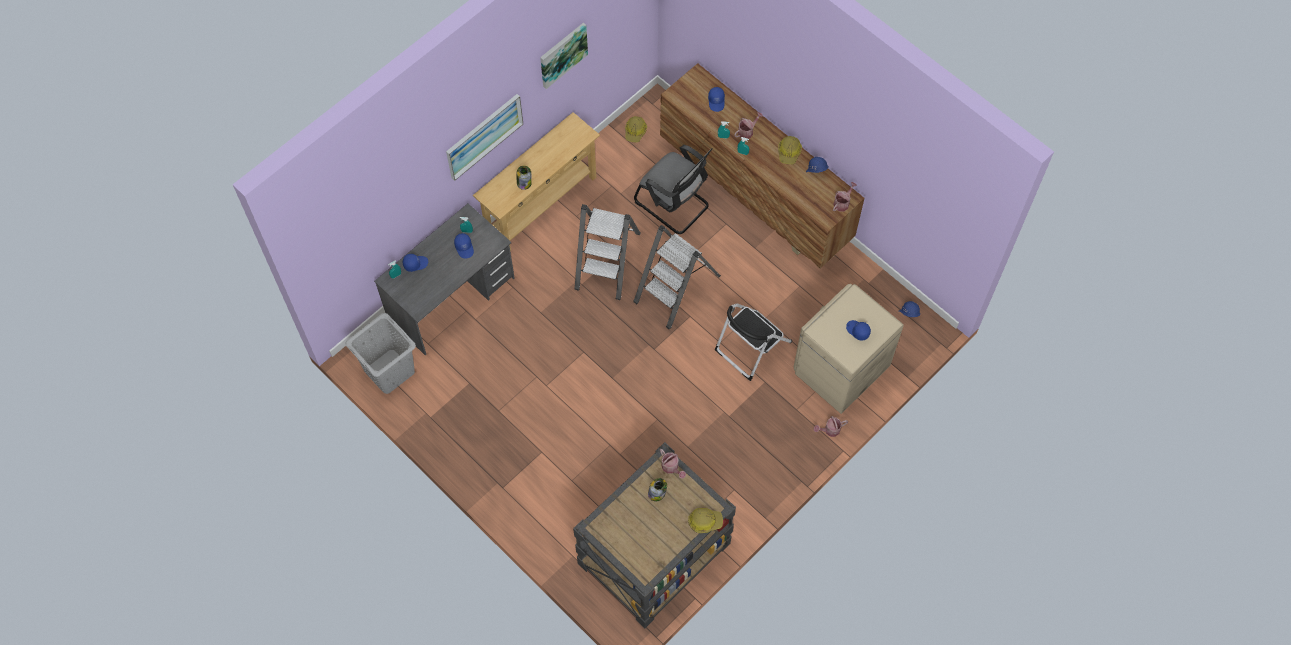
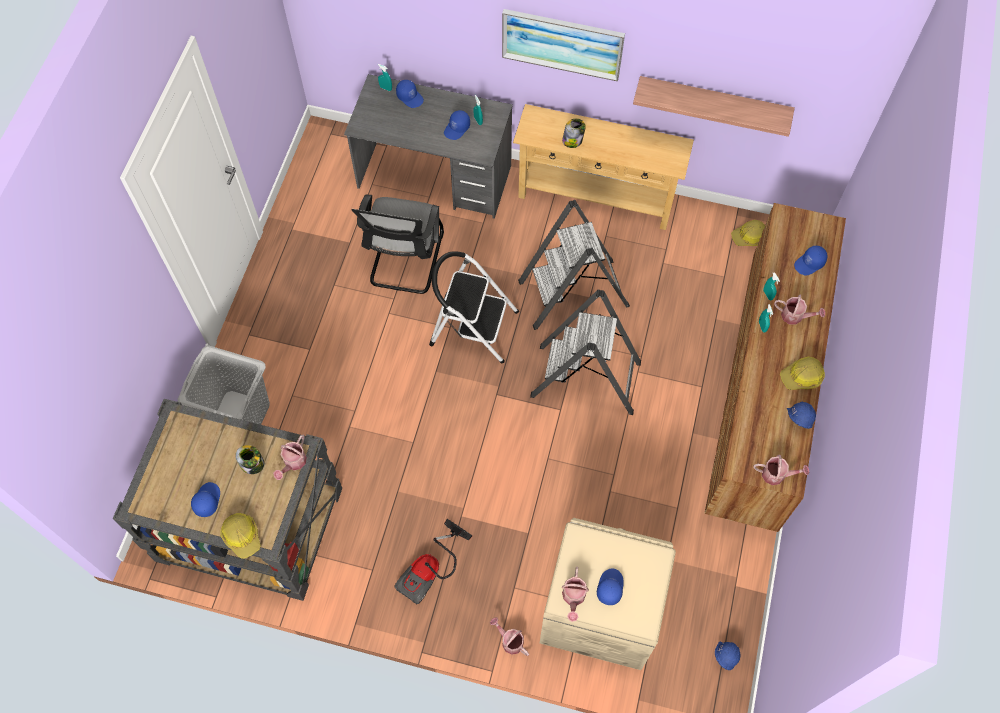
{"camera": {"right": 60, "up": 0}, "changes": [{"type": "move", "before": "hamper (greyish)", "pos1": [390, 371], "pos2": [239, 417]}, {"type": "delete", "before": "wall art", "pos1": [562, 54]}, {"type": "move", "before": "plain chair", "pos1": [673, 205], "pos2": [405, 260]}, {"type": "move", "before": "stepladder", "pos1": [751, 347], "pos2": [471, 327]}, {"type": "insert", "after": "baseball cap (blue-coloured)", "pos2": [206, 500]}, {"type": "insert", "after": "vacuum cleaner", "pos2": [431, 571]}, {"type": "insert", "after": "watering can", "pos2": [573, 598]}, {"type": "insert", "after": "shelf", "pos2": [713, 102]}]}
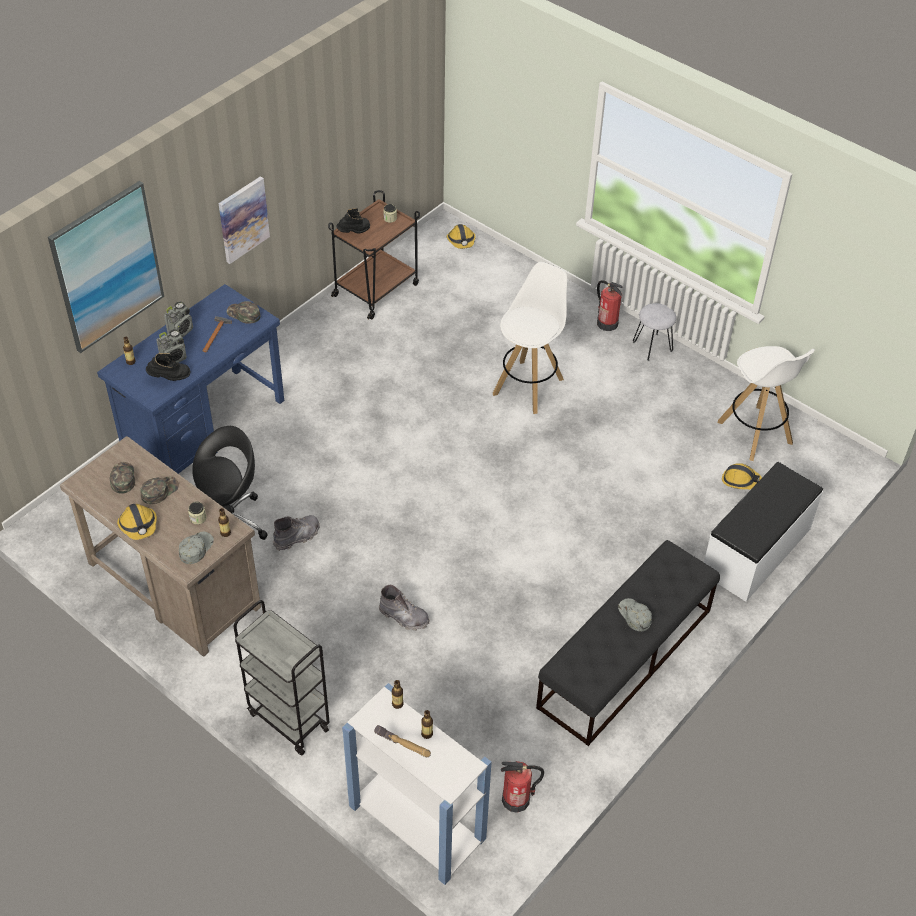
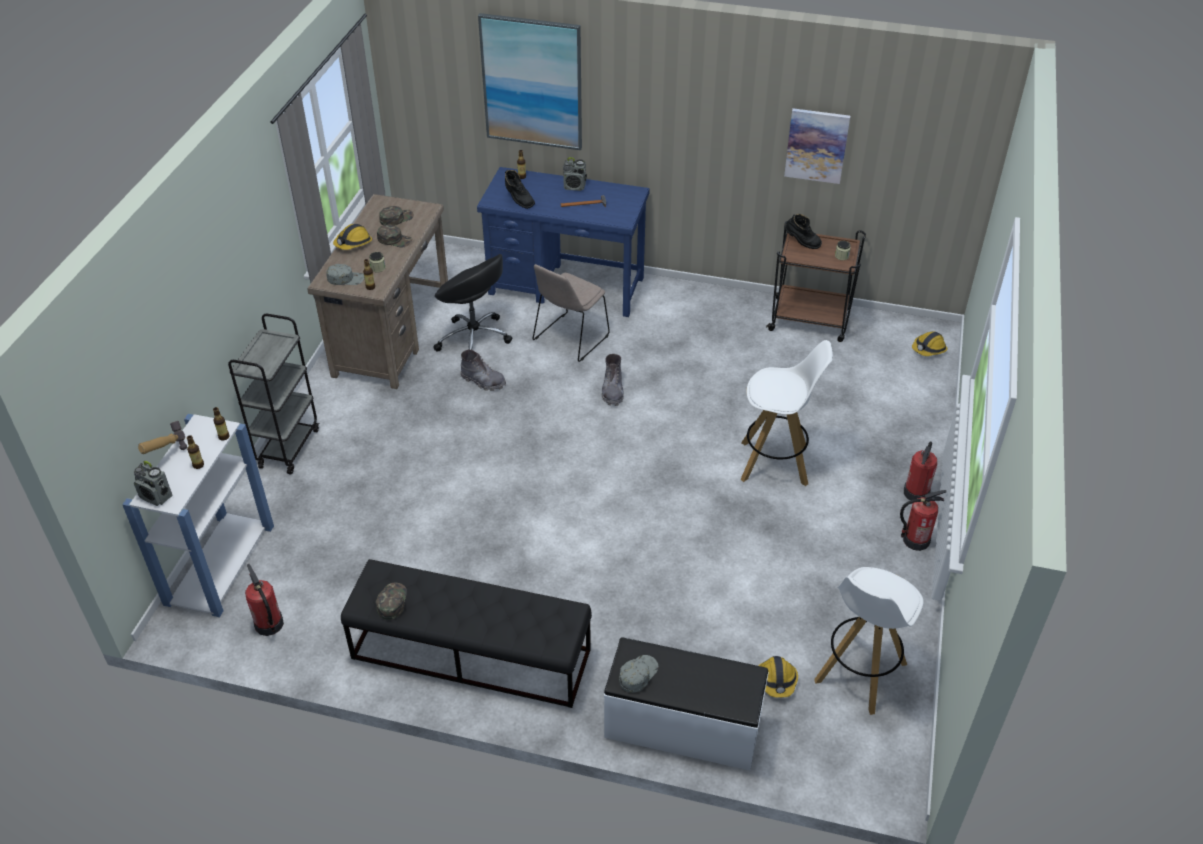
{"camera": {"right": 65, "up": -5}, "changes": [{"type": "move", "before": "radio receiver", "pos1": [174, 358], "pos2": [156, 497]}, {"type": "move", "before": "wall art", "pos1": [243, 219], "pos2": [816, 145]}, {"type": "move", "before": "baseball cap (green-coloured)", "pos1": [243, 314], "pos2": [391, 602]}, {"type": "move", "before": "boot (greyish)", "pos1": [404, 617], "pos2": [612, 391]}, {"type": "move", "before": "baseball cap (greyish)", "pos1": [634, 615], "pos2": [638, 674]}, {"type": "replace", "before": "stool seat (greyish)", "after": "fire-fighting cylinder", "pos1": [652, 346], "pos2": [915, 540]}, {"type": "insert", "after": "plain chair (beige-coloured)", "pos2": [569, 339]}]}
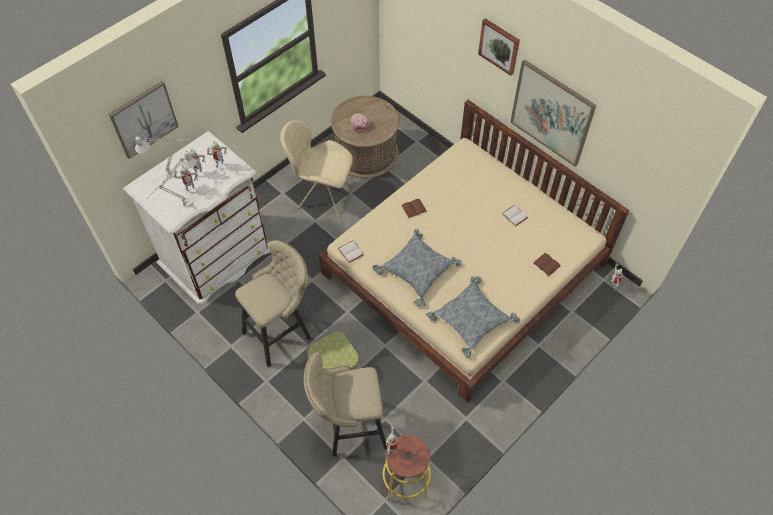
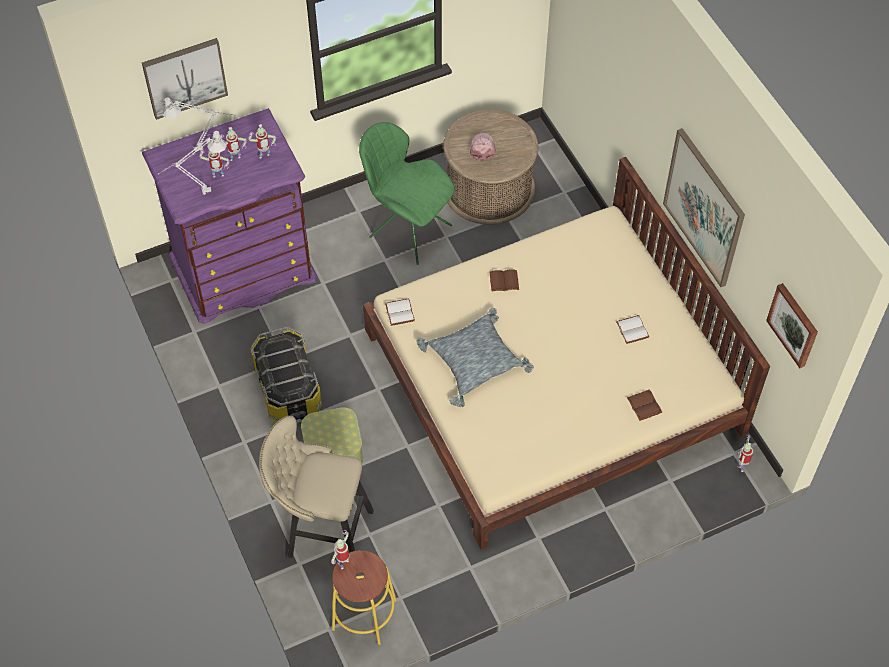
{"camera": {"right": 20, "up": 0}, "changes": [{"type": "recolor", "before": "dresser (whitish)", "after": "dresser (purple-coloured)", "pos1": [216, 255], "pos2": [244, 267]}, {"type": "replace", "before": "stool seat (beige-coloured)", "after": "storage bin", "pos1": [283, 331], "pos2": [288, 388]}, {"type": "recolor", "before": "plain chair (beige-coloured)", "after": "plain chair (green-coloured)", "pos1": [322, 195], "pos2": [408, 229]}, {"type": "delete", "before": "cushion", "pos1": [472, 318]}, {"type": "move", "before": "wall art", "pos1": [499, 46], "pos2": [794, 325]}]}
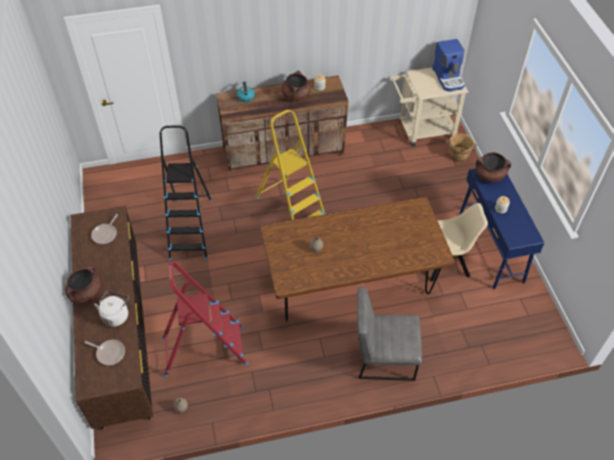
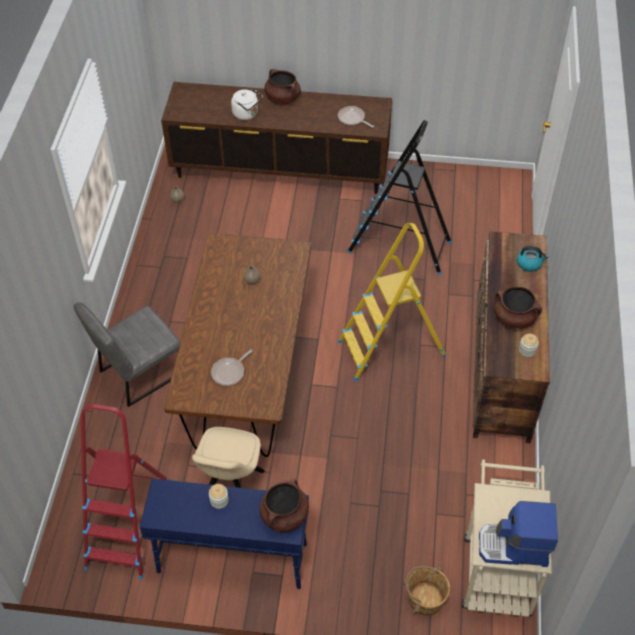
{"camera": {"right": 110, "up": 0}, "changes": [{"type": "move", "before": "pan", "pos1": [109, 353], "pos2": [230, 372]}, {"type": "move", "before": "stepladder (red-coloured)", "pos1": [205, 351], "pos2": [128, 524]}, {"type": "rotate", "before": "plain chair (greyish)", "pos1": [383, 358], "pos2": [139, 373], "turn": -150}]}
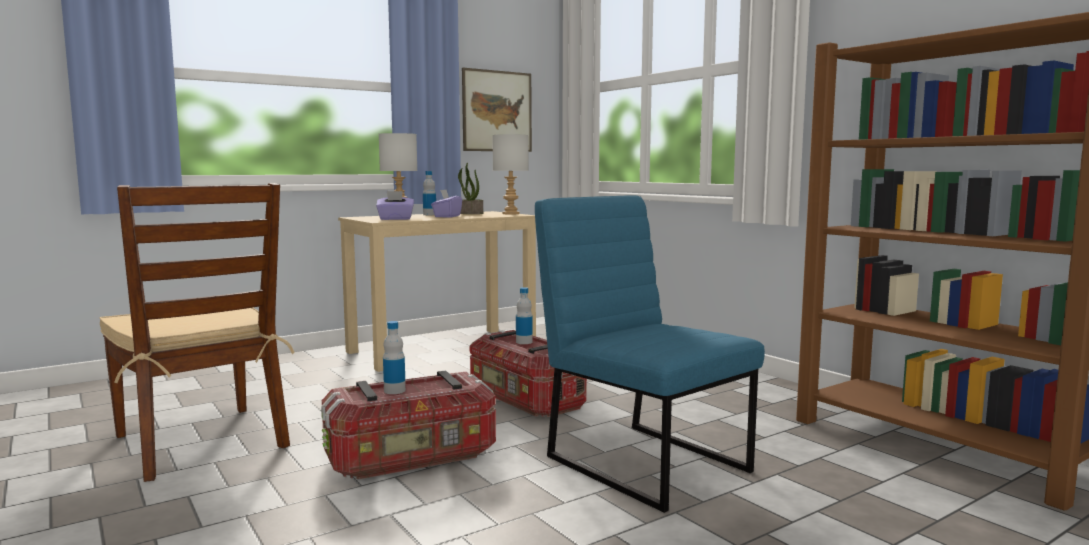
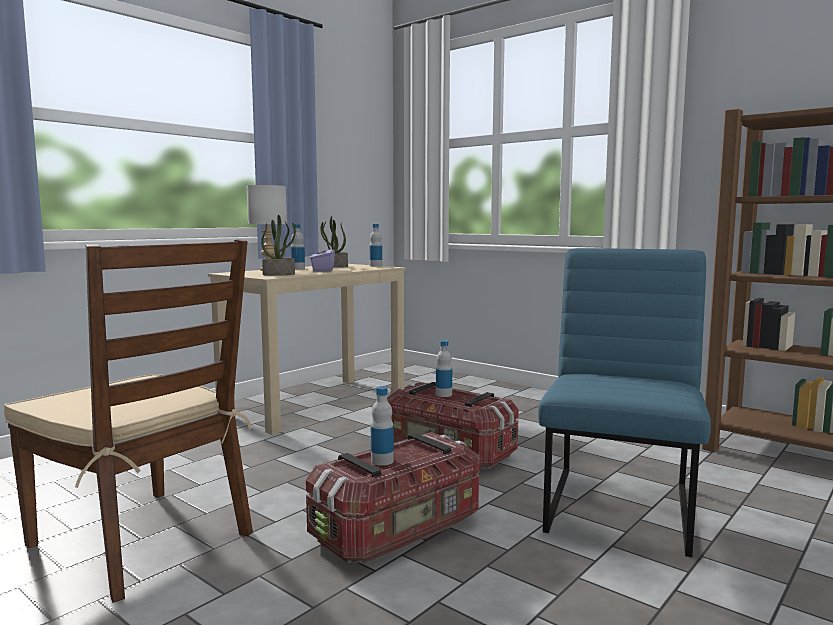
{"camera": {"right": -15, "up": 0}, "changes": [{"type": "replace", "before": "box of tissues (purple-coloured)", "after": "potted plant", "pos1": [395, 219], "pos2": [279, 274]}, {"type": "delete", "before": "wall art", "pos1": [497, 111]}, {"type": "replace", "before": "table lamp (greyish)", "after": "beverage bottle", "pos1": [511, 213], "pos2": [376, 266]}, {"type": "rotate", "before": "plain chair (blue-coloured)", "pos1": [643, 461], "pos2": [620, 505], "turn": 75}]}
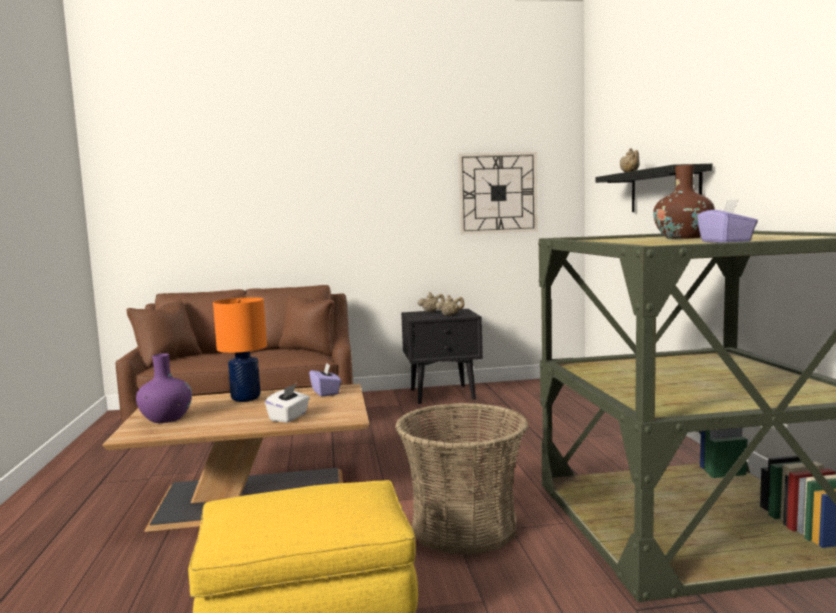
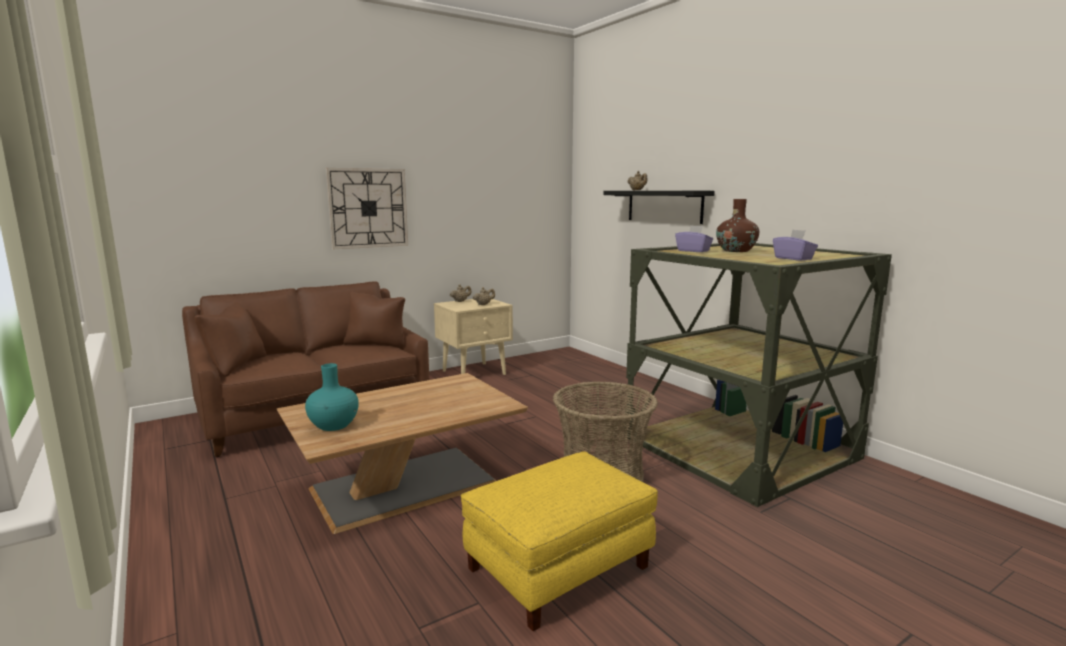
{"camera": {"right": -25, "up": 5}, "changes": [{"type": "recolor", "before": "decorative vase (purple-coloured)", "after": "decorative vase (blue-green)", "pos1": [166, 418], "pos2": [333, 425]}, {"type": "delete", "before": "table lamp (orangey)", "pos1": [246, 400]}, {"type": "delete", "before": "box of tissues (whitish)", "pos1": [289, 417]}, {"type": "move", "before": "box of tissues (purple-coloured)", "pos1": [326, 392], "pos2": [693, 251]}, {"type": "recolor", "before": "night table (black-coloured)", "after": "night table (beige-coloured)", "pos1": [443, 394], "pos2": [475, 372]}, {"type": "move", "before": "hanging clock", "pos1": [498, 193], "pos2": [368, 208]}]}
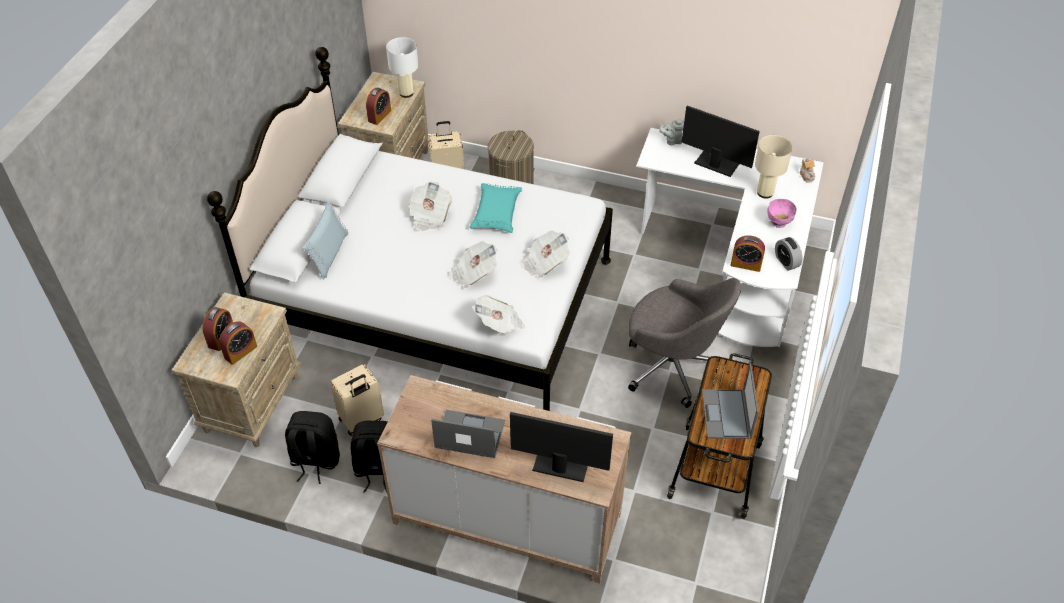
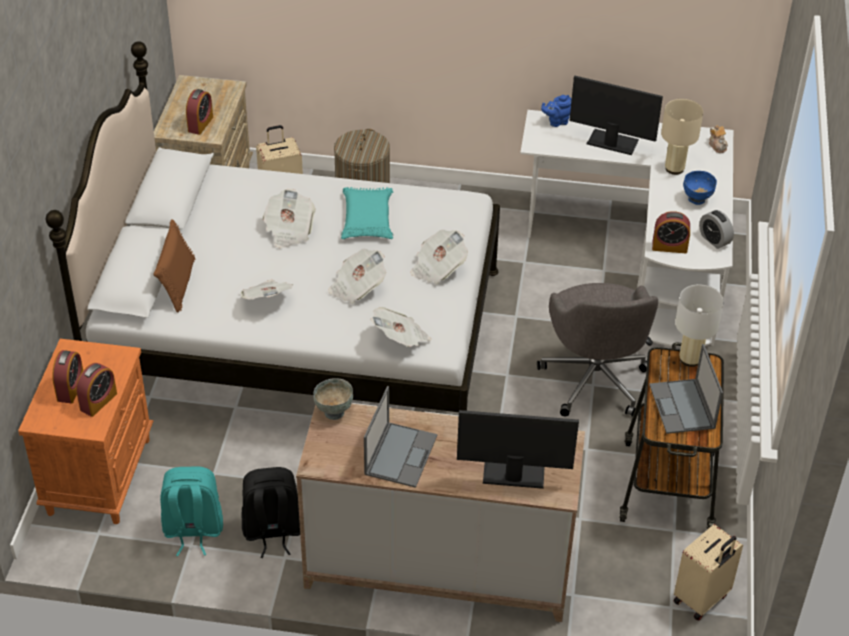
{"camera": {"right": -10, "up": -5}, "changes": [{"type": "recolor", "before": "night table (beige-coloured)", "after": "night table (orangey)", "pos1": [252, 402], "pos2": [99, 475]}, {"type": "recolor", "before": "backpack (black-coloured)", "after": "backpack (blue-green)", "pos1": [315, 460], "pos2": [192, 530]}, {"type": "recolor", "before": "cushion (blue-coloured)", "after": "cushion (brown)", "pos1": [329, 254], "pos2": [177, 284]}, {"type": "move", "before": "travel case (beige-coloured)", "pos1": [361, 420], "pos2": [702, 599]}, {"type": "move", "before": "table lamp (whitish)", "pos1": [406, 93], "pos2": [690, 359]}, {"type": "rotate", "before": "portable computer", "pos1": [469, 434], "pos2": [401, 454], "turn": 105}, {"type": "rotate", "before": "computer chair (greyish)", "pos1": [671, 368], "pos2": [595, 382], "turn": 60}, {"type": "recolor", "before": "teapot (greyish)", "after": "teapot (blue-coloured)", "pos1": [672, 141], "pos2": [556, 122]}, {"type": "recolor", "before": "bowl (pink)", "after": "bowl (blue-coloured)", "pos1": [778, 223], "pos2": [697, 200]}, {"type": "insert", "after": "printed paper", "pos2": [267, 300]}, {"type": "insert", "after": "bowl (greyish)", "pos2": [334, 412]}]}
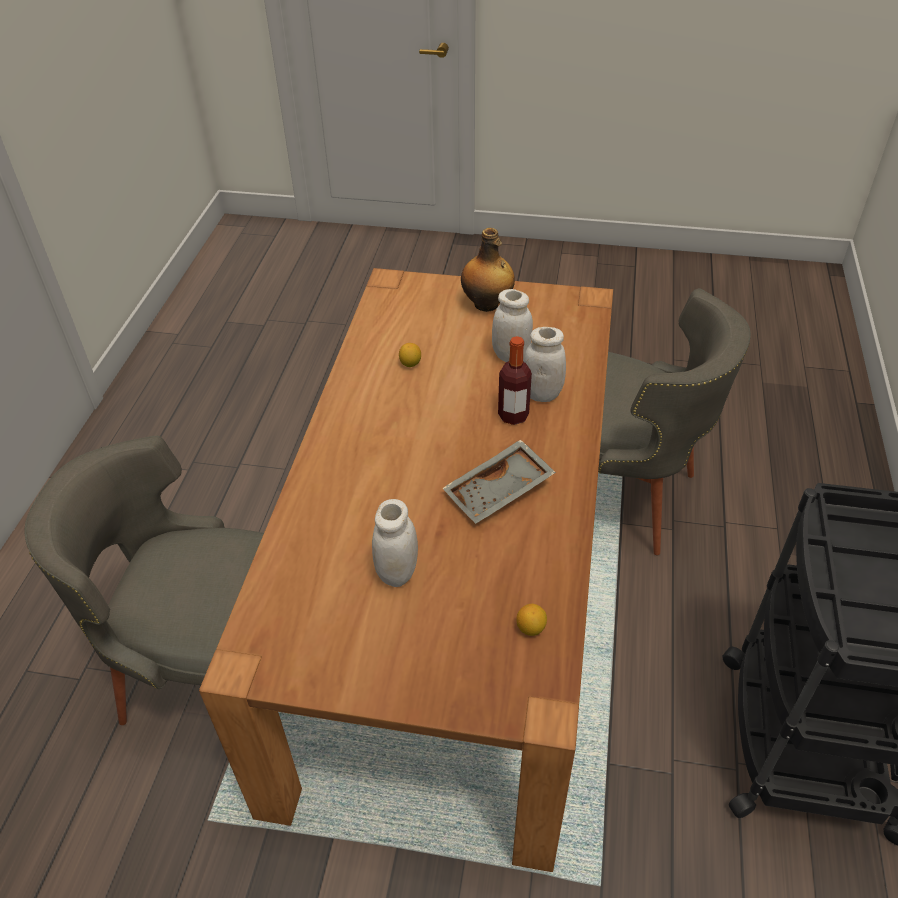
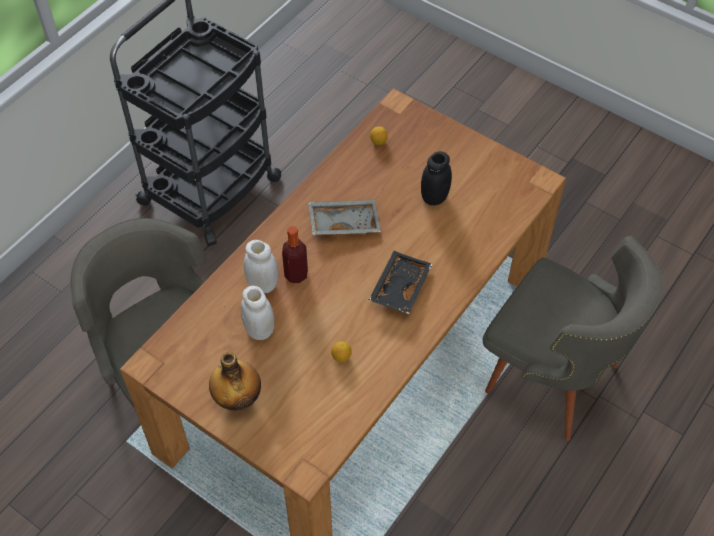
{"camera": {"right": -155, "up": 10}, "changes": [{"type": "recolor", "before": "storage jar (whitish)", "after": "storage jar (black-coloured)", "pos1": [397, 572], "pos2": [434, 197]}, {"type": "insert", "after": "tray (black-coloured)", "pos2": [399, 287]}]}
